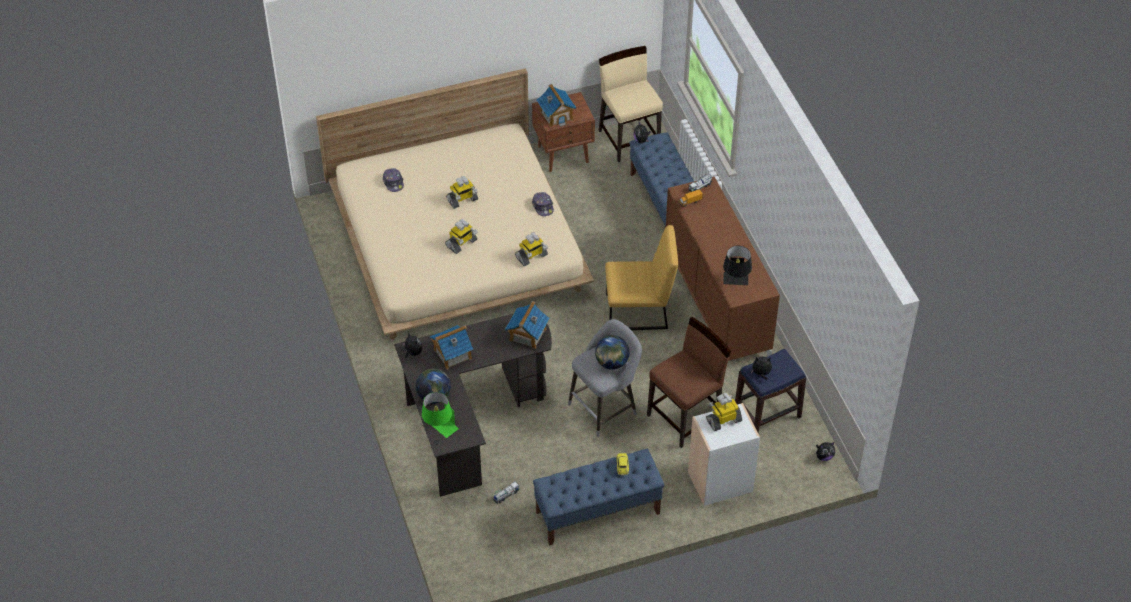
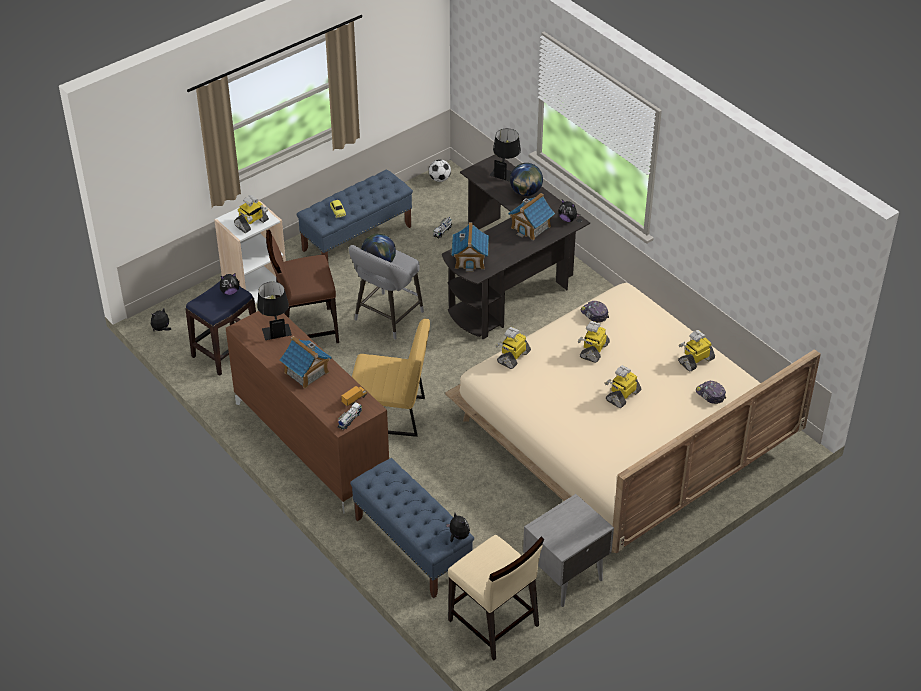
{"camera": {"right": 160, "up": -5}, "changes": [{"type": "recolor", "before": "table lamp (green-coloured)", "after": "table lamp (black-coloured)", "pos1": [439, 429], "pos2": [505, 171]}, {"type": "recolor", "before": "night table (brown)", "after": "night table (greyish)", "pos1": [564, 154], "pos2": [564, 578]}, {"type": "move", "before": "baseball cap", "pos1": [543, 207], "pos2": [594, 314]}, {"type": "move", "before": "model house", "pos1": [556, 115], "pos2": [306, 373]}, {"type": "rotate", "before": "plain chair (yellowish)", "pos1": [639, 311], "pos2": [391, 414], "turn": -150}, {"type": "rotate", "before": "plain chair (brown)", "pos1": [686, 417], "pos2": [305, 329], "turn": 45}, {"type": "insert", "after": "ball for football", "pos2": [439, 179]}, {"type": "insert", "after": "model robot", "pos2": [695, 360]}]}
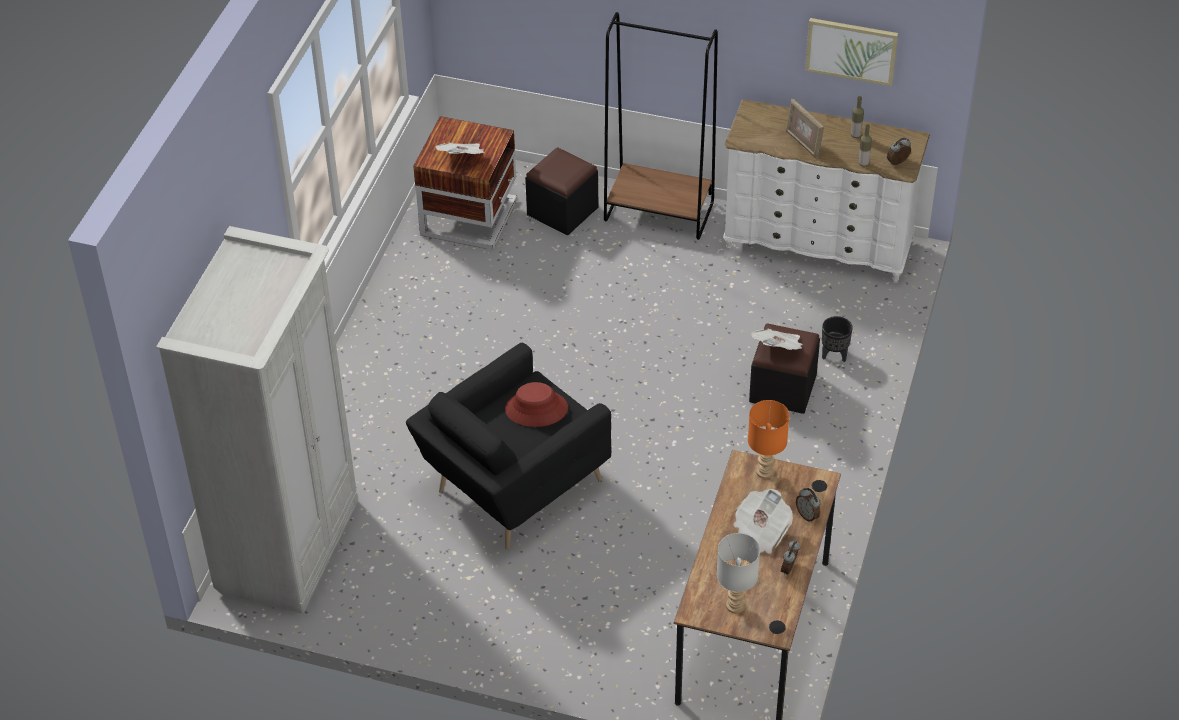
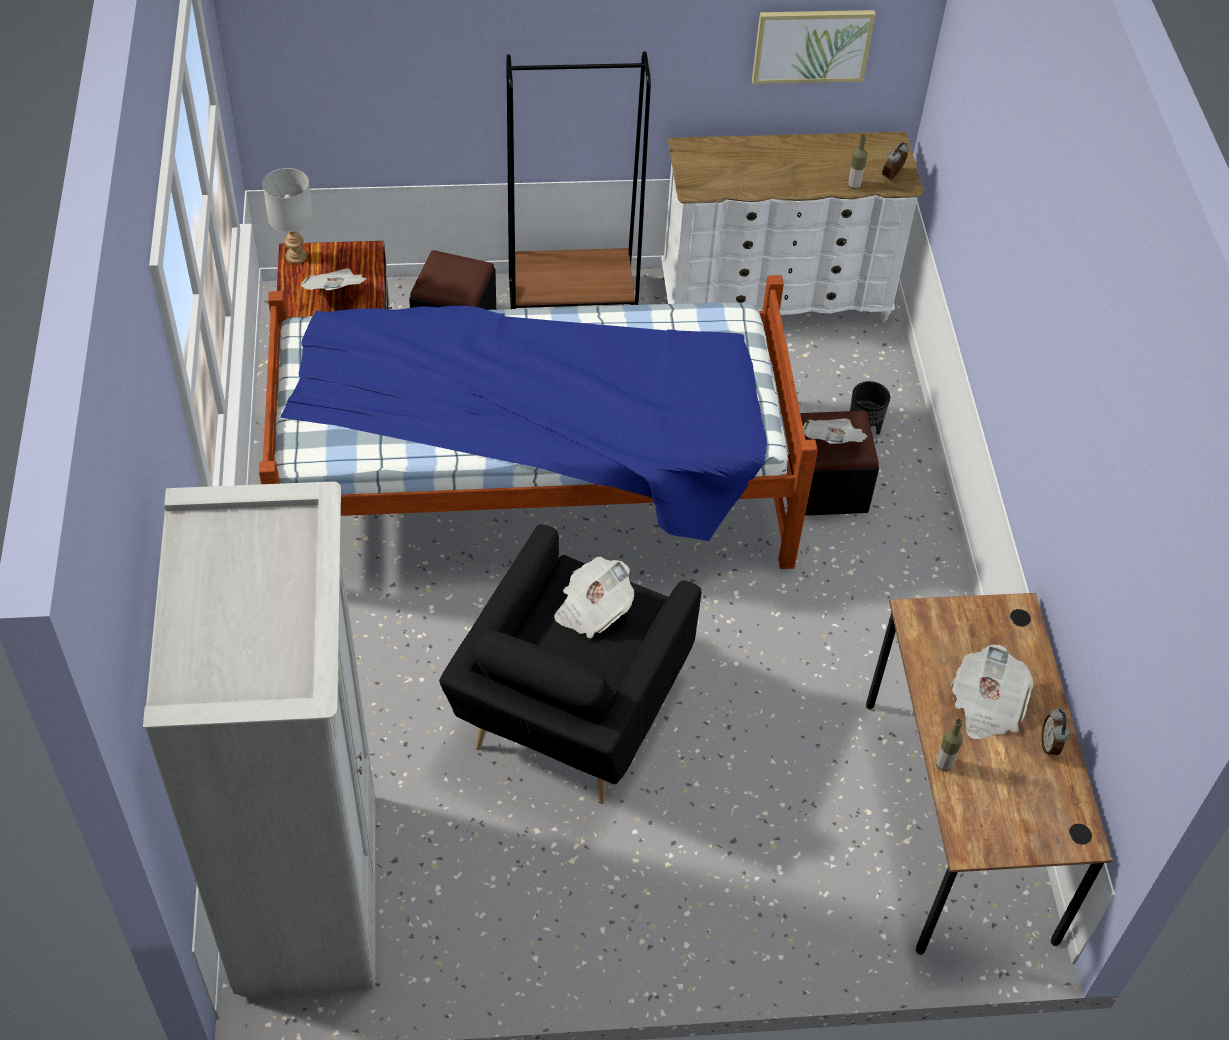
{"camera": {"right": -25, "up": 5}, "changes": [{"type": "replace", "before": "wearable hat (red-coloured)", "after": "printed paper", "pos1": [536, 409], "pos2": [592, 609]}, {"type": "move", "before": "table lamp (greyish)", "pos1": [735, 604], "pos2": [295, 256]}, {"type": "delete", "before": "table lamp (orangey)", "pos1": [765, 471]}, {"type": "delete", "before": "picture frame", "pos1": [803, 144]}, {"type": "delete", "before": "table clock", "pos1": [807, 515]}, {"type": "move", "before": "beverage bottle", "pos1": [855, 135], "pos2": [943, 764]}, {"type": "insert", "after": "sleeping bed", "pos2": [535, 492]}]}
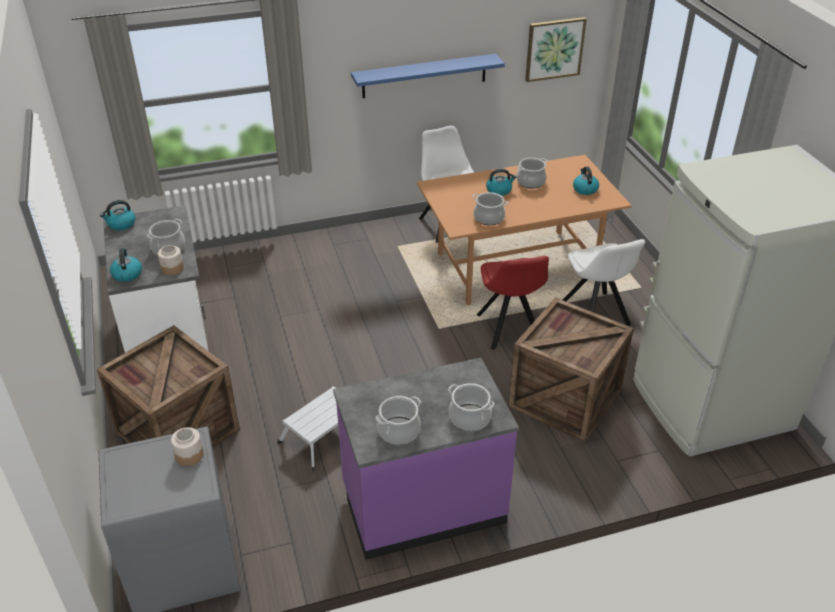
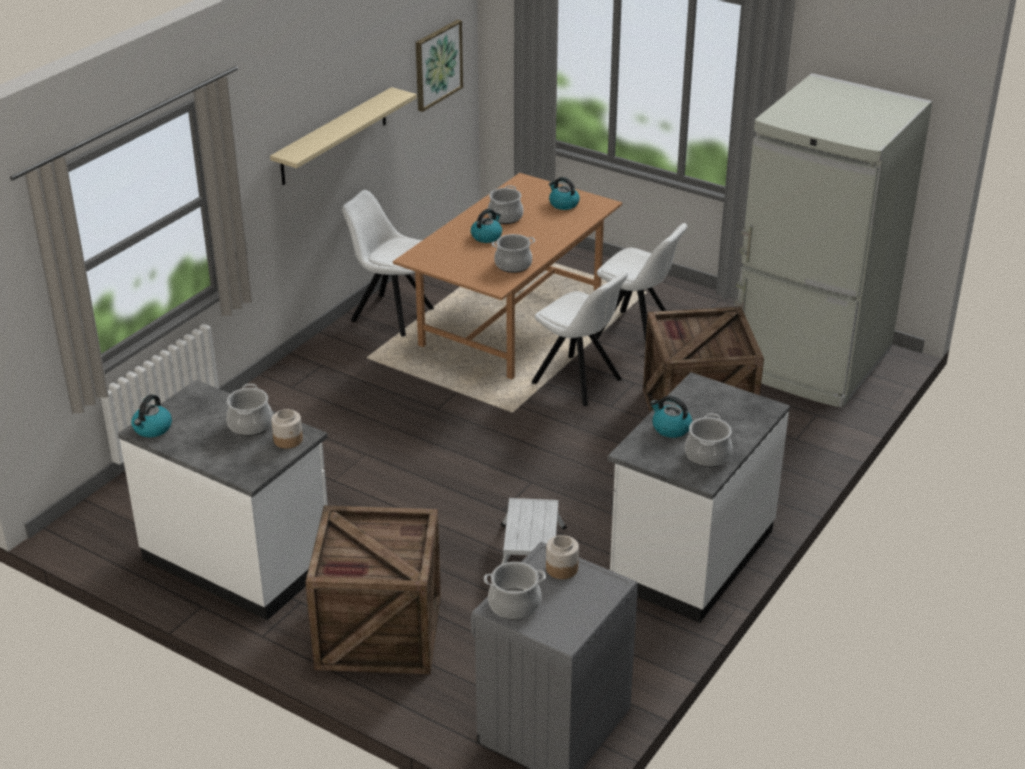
{"camera": {"right": -40, "up": -5}, "changes": [{"type": "move", "before": "kettle", "pos1": [127, 274], "pos2": [670, 428]}, {"type": "recolor", "before": "counter (purple-coloured)", "after": "counter (whitish)", "pos1": [423, 504], "pos2": [690, 556]}, {"type": "recolor", "before": "shelf (blue-coloured)", "after": "shelf (beige-coloured)", "pos1": [424, 76], "pos2": [334, 136]}, {"type": "move", "before": "stockpot", "pos1": [470, 417], "pos2": [514, 604]}, {"type": "recolor", "before": "plain chair (red-coloured)", "after": "plain chair (whitish)", "pos1": [509, 329], "pos2": [577, 381]}]}
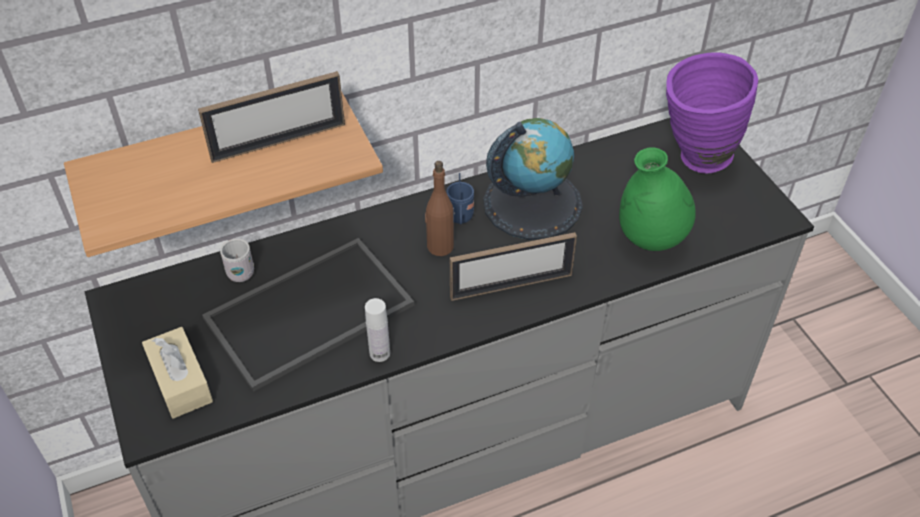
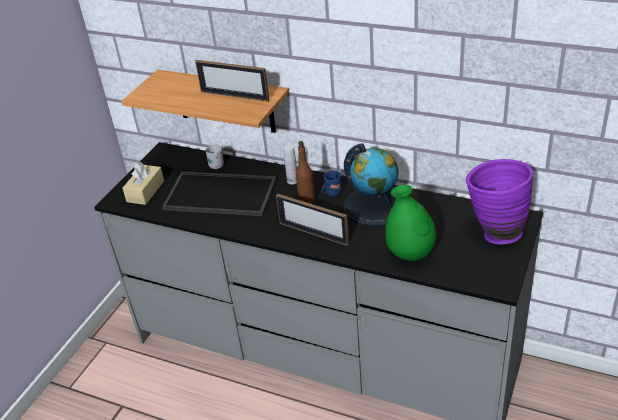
{"camera": {"right": 50, "up": -10}, "changes": [{"type": "move", "before": "beverage bottle (whitish)", "pos1": [379, 353], "pos2": [292, 181]}]}
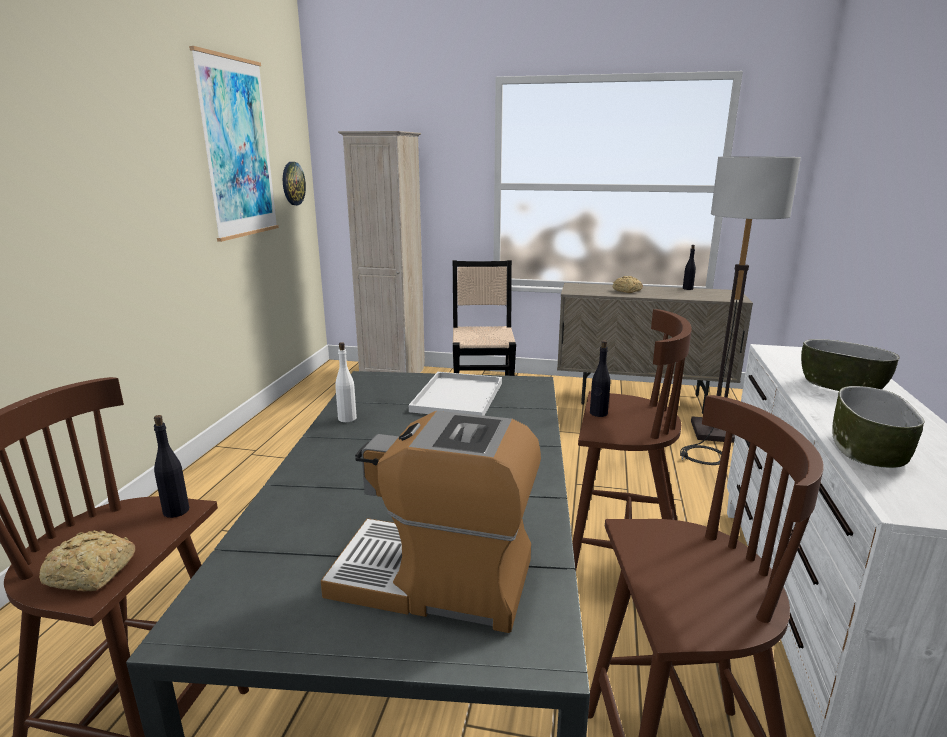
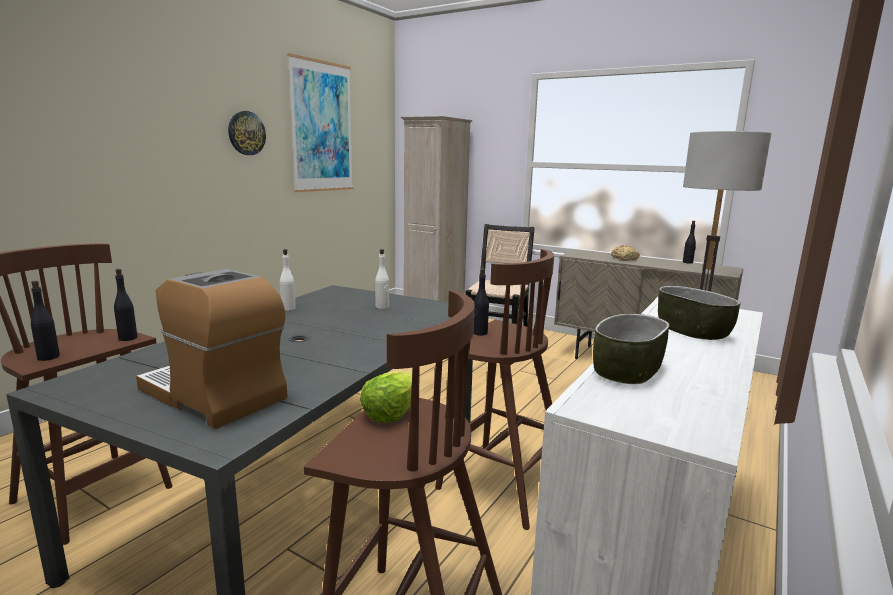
{"camera": {"right": 20, "up": -5}, "changes": [{"type": "replace", "before": "bakery bread", "after": "beverage bottle (black-coloured)", "pos1": [92, 574], "pos2": [48, 357]}, {"type": "move", "before": "hanging clock", "pos1": [293, 183], "pos2": [246, 133]}, {"type": "replace", "before": "tray (whitish)", "after": "beverage bottle (whitish)", "pos1": [457, 396], "pos2": [382, 307]}, {"type": "insert", "after": "lettuce head", "pos2": [390, 412]}]}
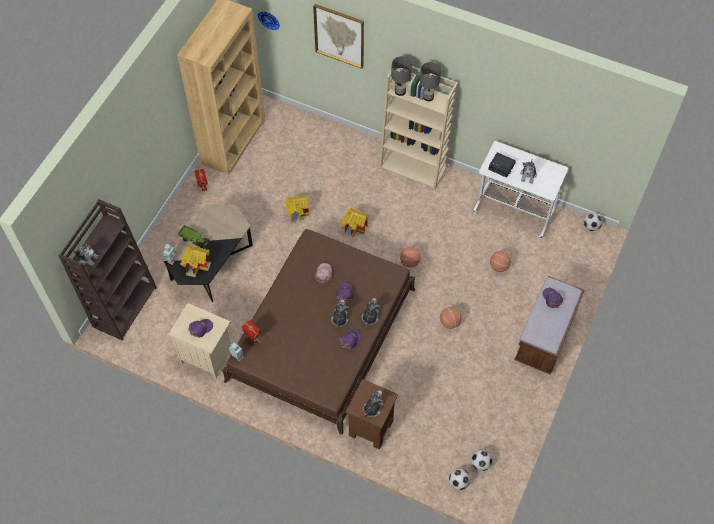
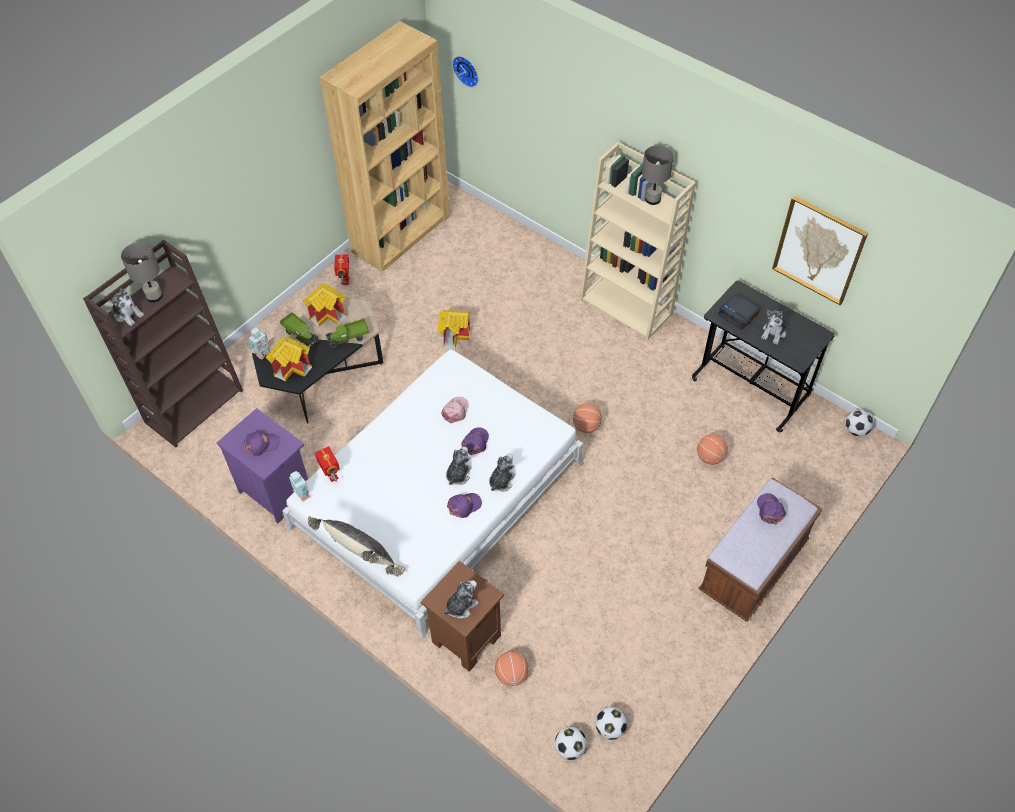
{"camera": {"right": 15, "up": -5}, "changes": [{"type": "recolor", "before": "night table (beige-coloured)", "after": "night table (purple-coloured)", "pos1": [206, 355], "pos2": [276, 490]}, {"type": "recolor", "before": "sleeping bed (brown)", "after": "sleeping bed (whitish)", "pos1": [321, 334], "pos2": [438, 495]}, {"type": "move", "before": "wall art", "pos1": [339, 35], "pos2": [819, 250]}, {"type": "move", "before": "model house", "pos1": [355, 228], "pos2": [329, 314]}, {"type": "move", "before": "table lamp (greyish)", "pos1": [400, 91], "pos2": [154, 296]}, {"type": "move", "before": "ball for basketball", "pos1": [449, 322], "pos2": [511, 674]}, {"type": "recolor", "before": "desk (whitish)", "after": "desk (black-coloured)", "pos1": [514, 210], "pos2": [751, 387]}, {"type": "insert", "after": "cushion", "pos2": [360, 566]}, {"type": "insert", "after": "toy truck", "pos2": [348, 338]}]}
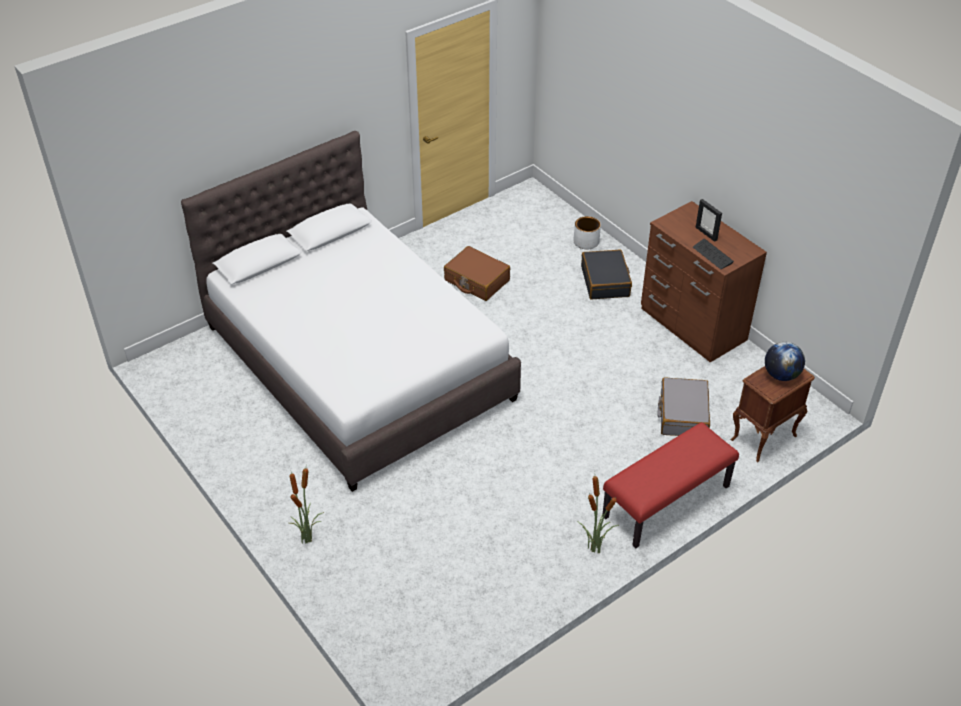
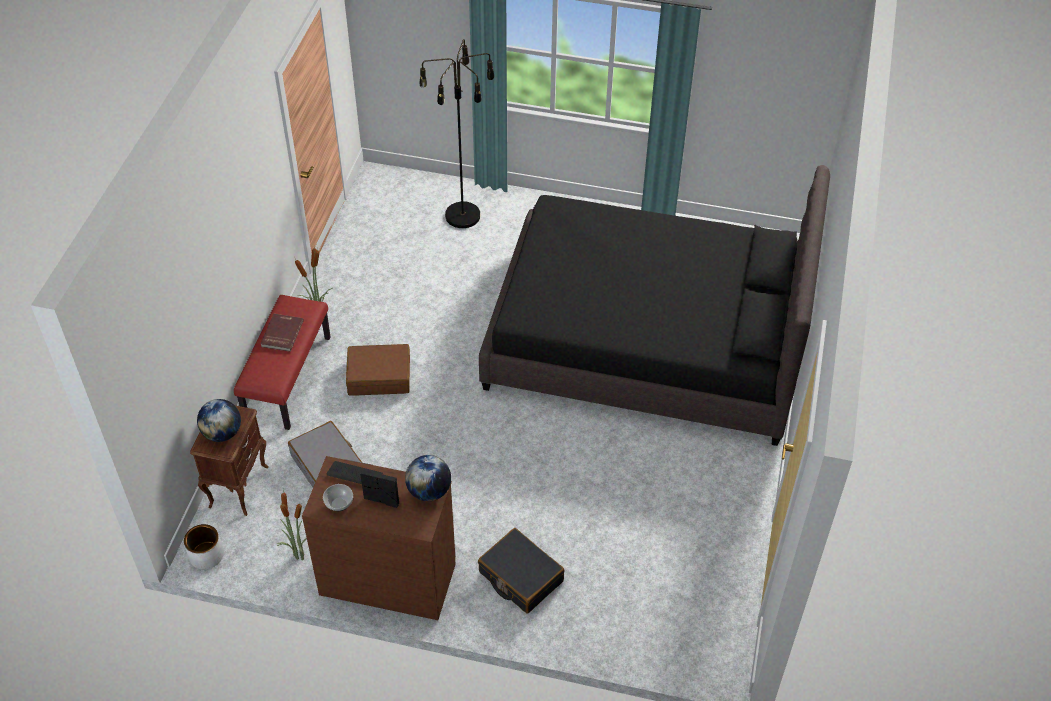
{"camera": {"right": 140, "up": 5}, "changes": [{"type": "recolor", "before": "sleeping bed (whitish)", "after": "sleeping bed (black-coloured)", "pos1": [358, 362], "pos2": [646, 341]}, {"type": "move", "before": "potted plant", "pos1": [308, 539], "pos2": [298, 556]}, {"type": "move", "before": "travel case (brown)", "pos1": [476, 280], "pos2": [379, 376]}, {"type": "move", "before": "plant pot (whitish)", "pos1": [586, 242], "pos2": [206, 555]}, {"type": "insert", "after": "bound book (red-coloured)", "pos2": [281, 334]}, {"type": "insert", "after": "bowl", "pos2": [339, 504]}, {"type": "insert", "after": "globe", "pos2": [429, 491]}, {"type": "insert", "after": "floor lamp", "pos2": [463, 216]}]}
